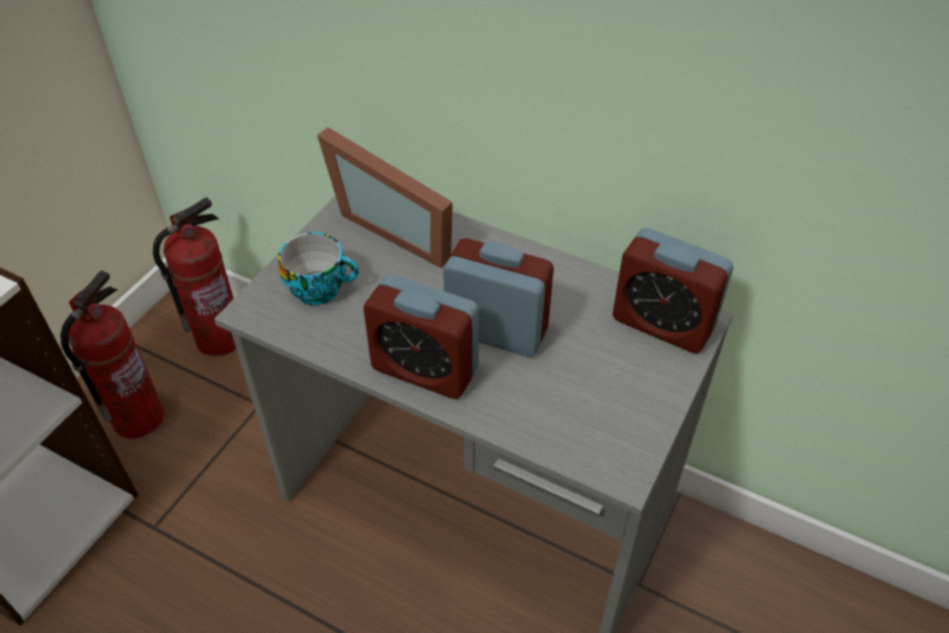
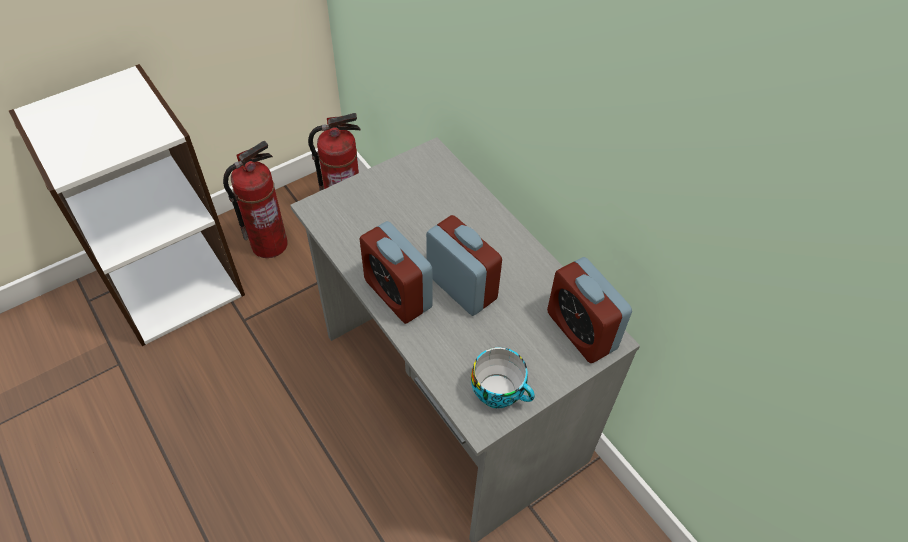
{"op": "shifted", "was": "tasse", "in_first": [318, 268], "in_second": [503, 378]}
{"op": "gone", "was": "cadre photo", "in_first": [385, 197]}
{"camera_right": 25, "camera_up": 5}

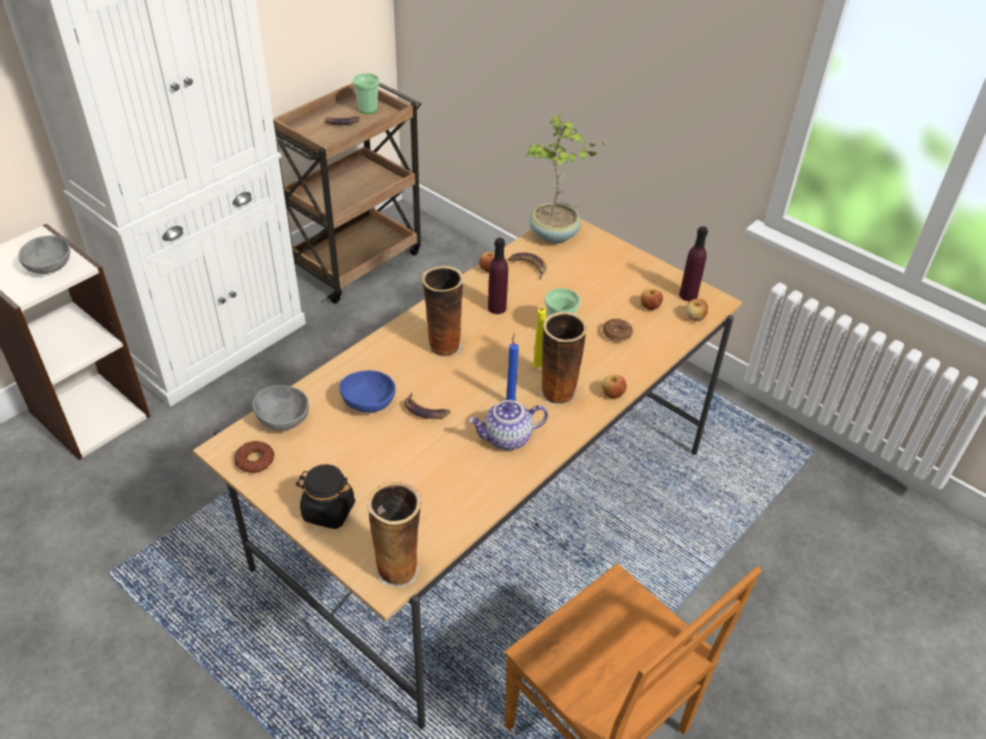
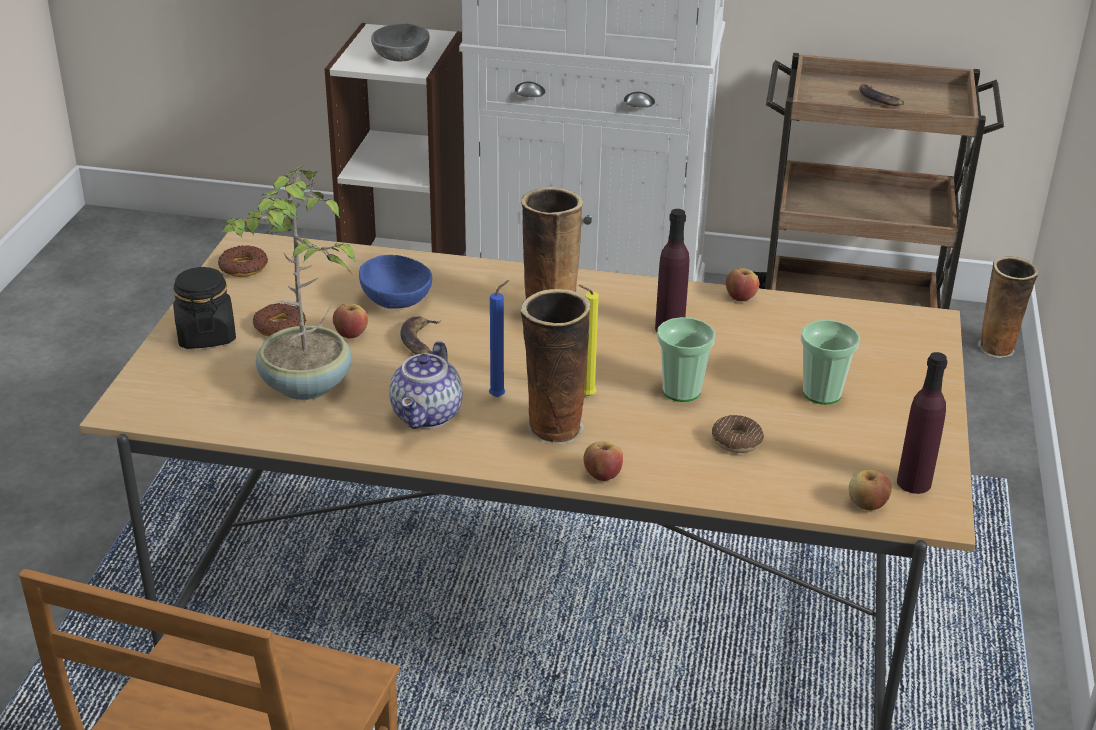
{"op": "shifted", "was": "plante en pot", "in_first": [565, 179], "in_second": [288, 282]}
{"op": "new", "now": "beignet", "in_second": [279, 320]}
{"op": "shifted", "was": "pomme", "in_first": [651, 299], "in_second": [350, 321]}
{"op": "rotated", "was": "théière", "in_first": [508, 425], "in_second": [426, 385], "clockwise": -120}
{"op": "shifted", "was": "tasse", "in_first": [366, 93], "in_second": [830, 362]}
{"op": "shifted", "was": "vase", "in_first": [394, 535], "in_second": [1008, 307]}
{"op": "gone", "was": "bol [gris]", "in_first": [280, 408]}
{"op": "gone", "was": "banane", "in_first": [527, 266]}
{"camera_right": 60, "camera_up": -10}

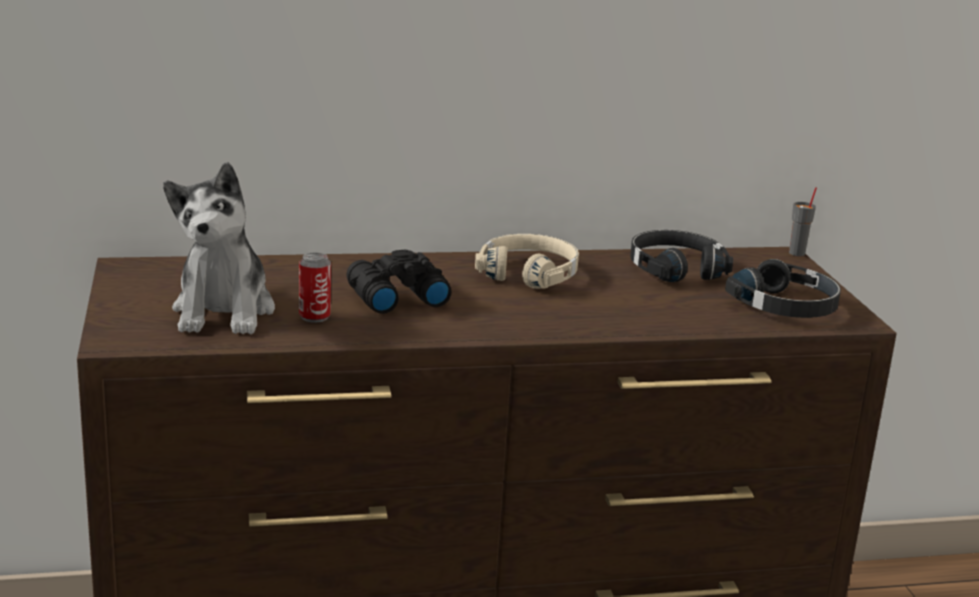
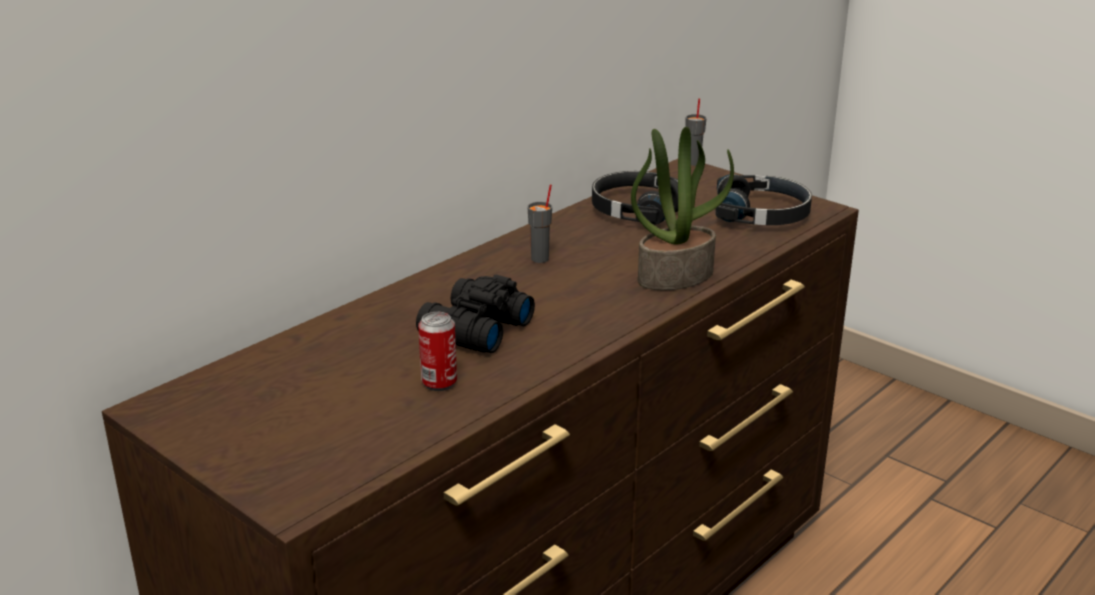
{"op": "swapped", "was": "casque audio [beige]", "now": "tasse [gris]", "in_first": [527, 261], "in_second": [539, 224]}
{"op": "new", "now": "plante en pot", "in_second": [682, 208]}
{"op": "gone", "was": "peluche", "in_first": [219, 248]}
{"camera_right": -35, "camera_up": 5}

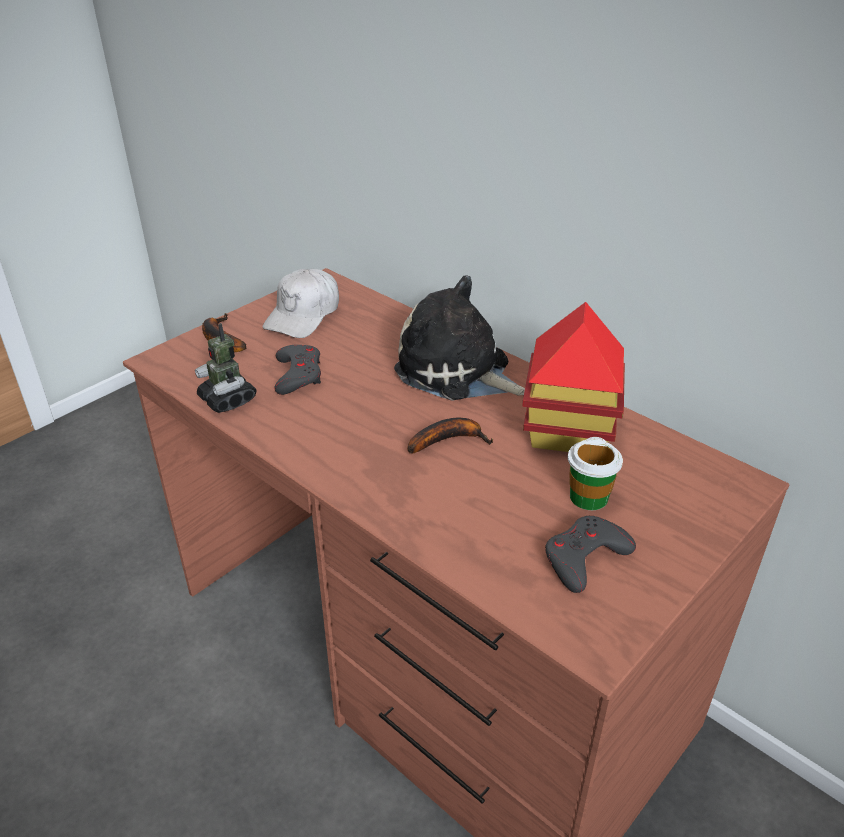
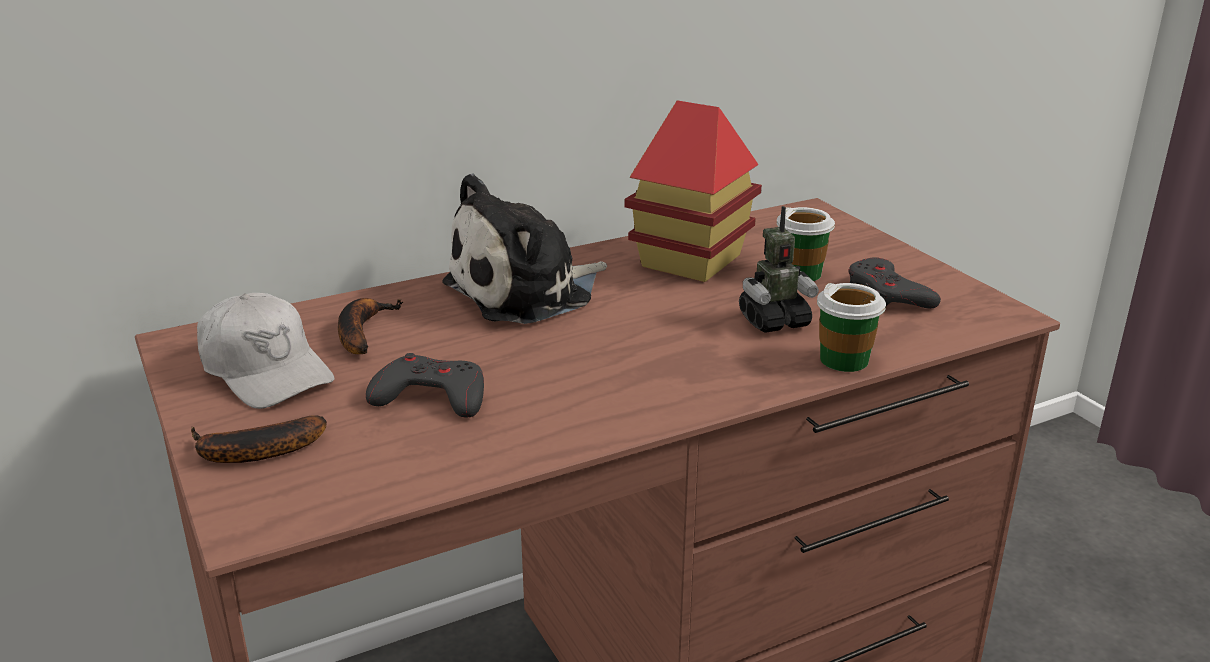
{"op": "shifted", "was": "banane", "in_first": [450, 435], "in_second": [370, 326]}
{"op": "shifted", "was": "robot jouet", "in_first": [225, 368], "in_second": [779, 269]}
{"op": "new", "now": "tasse", "in_second": [851, 327]}
{"camera_right": -70, "camera_up": -10}

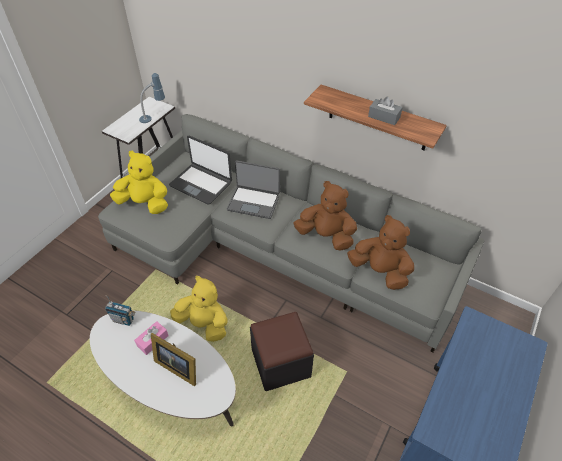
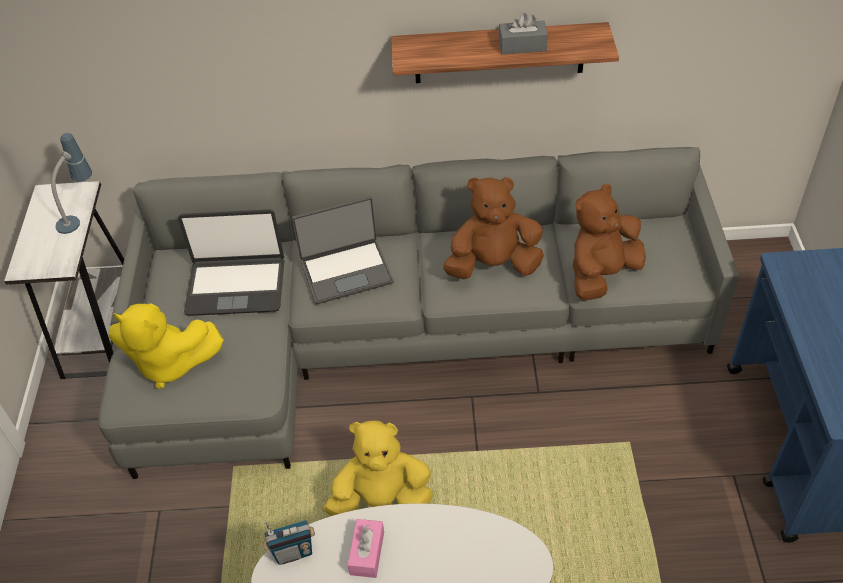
{"op": "rotated", "was": "peluche [jaune]", "in_first": [139, 182], "in_second": [166, 346], "clockwise": -150}
{"op": "rotated", "was": "peluche [marron]", "in_first": [380, 252], "in_second": [609, 242], "clockwise": -45}
{"op": "gone", "was": "cadre photo", "in_first": [173, 359]}
{"op": "gone", "was": "pouf [noir]", "in_first": [282, 351]}
{"camera_right": -30, "camera_up": 0}

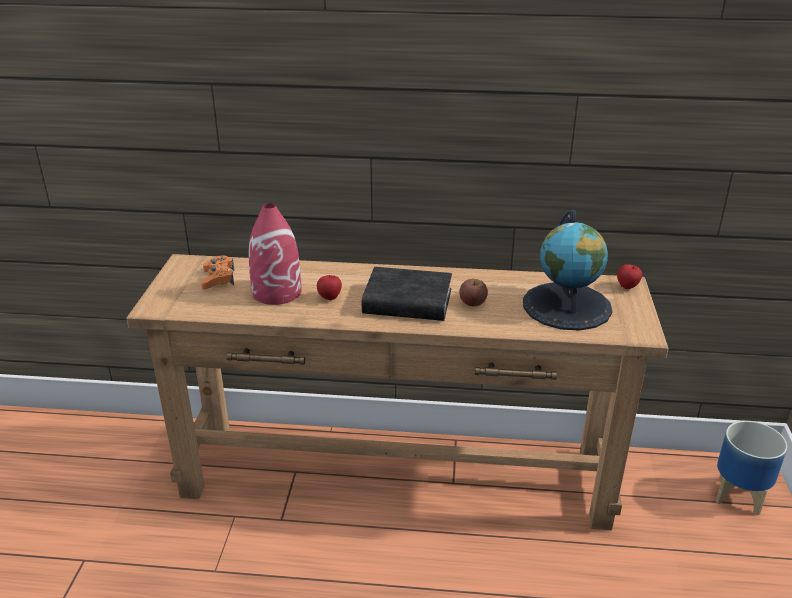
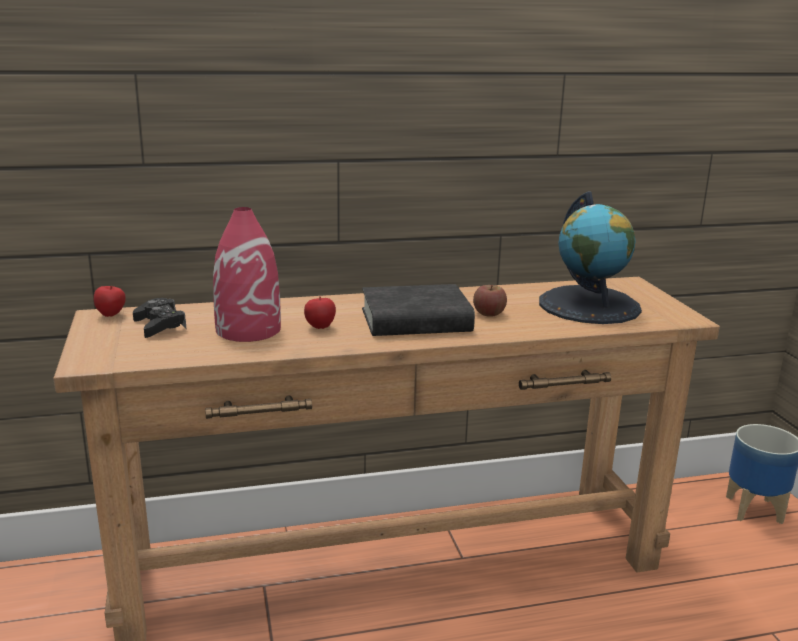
{"op": "shifted", "was": "pomme", "in_first": [629, 276], "in_second": [110, 301]}
{"op": "repainted", "was": "manette [orange]", "now": "manette [noir]", "in_first": [217, 273], "in_second": [160, 318]}
{"camera_right": -20, "camera_up": -10}

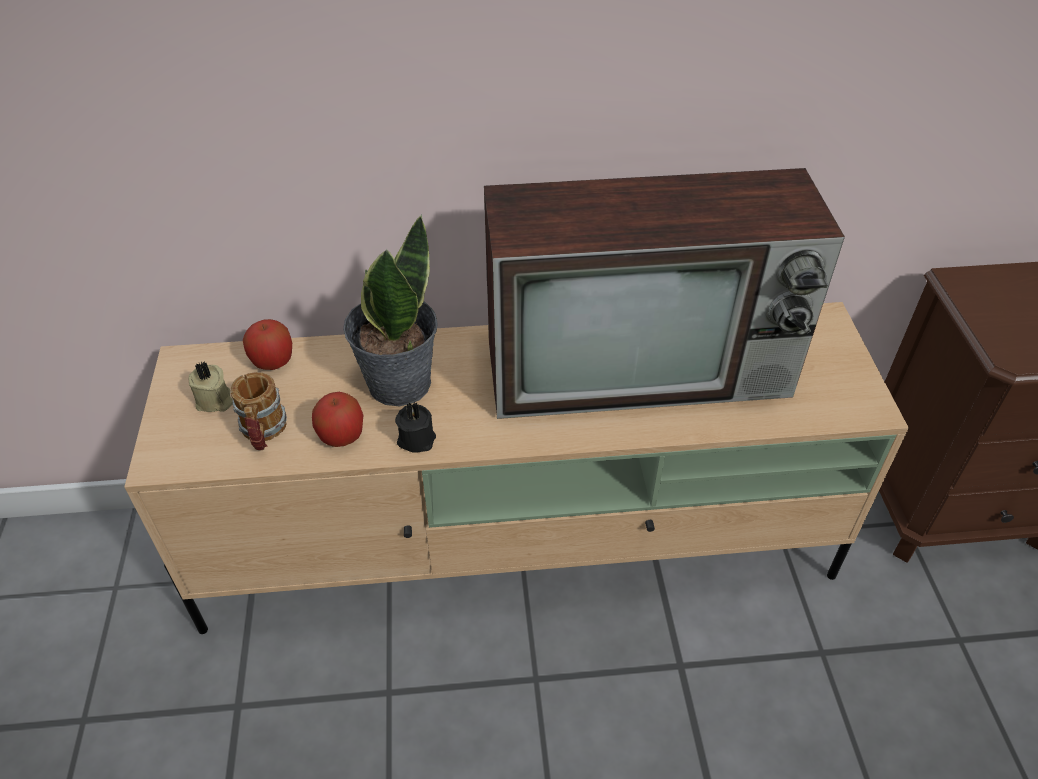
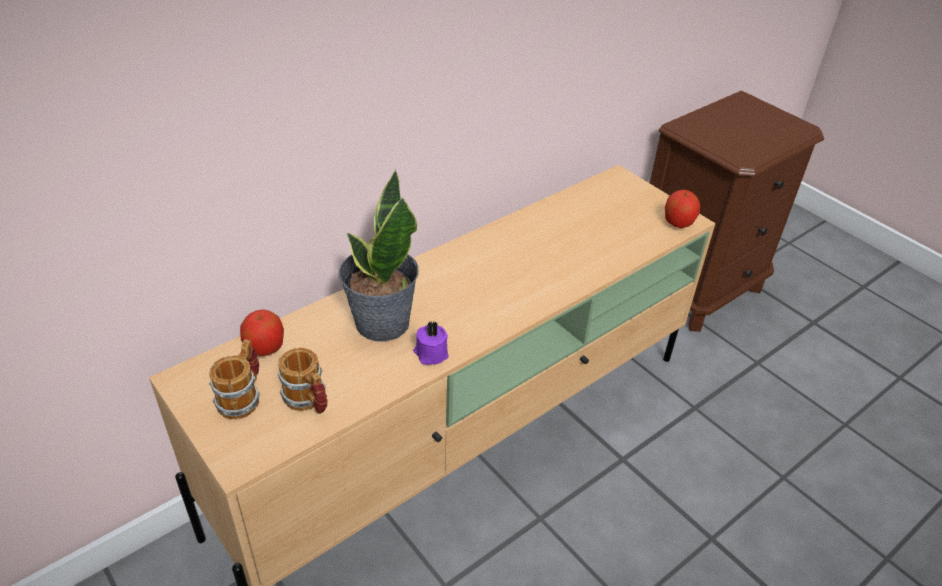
{"op": "swapped", "was": "bougie [beige]", "now": "mug", "in_first": [211, 386], "in_second": [234, 379]}
{"op": "repainted", "was": "bougie [noir]", "now": "bougie [violet]", "in_first": [415, 427], "in_second": [431, 343]}
{"op": "shifted", "was": "pomme", "in_first": [337, 419], "in_second": [682, 209]}
{"op": "gone", "was": "téléviseur", "in_first": [664, 293]}
{"camera_right": -35, "camera_up": -5}

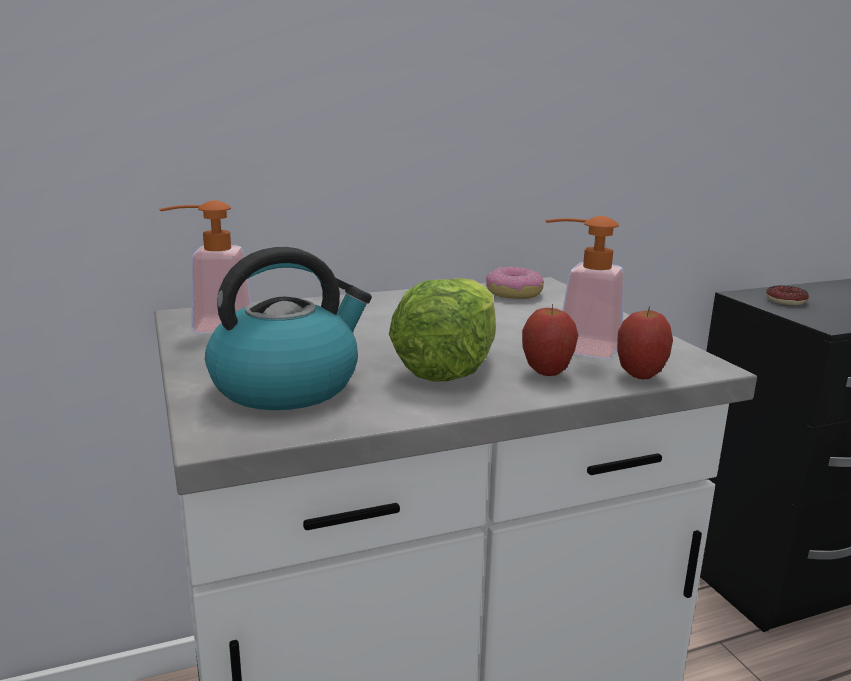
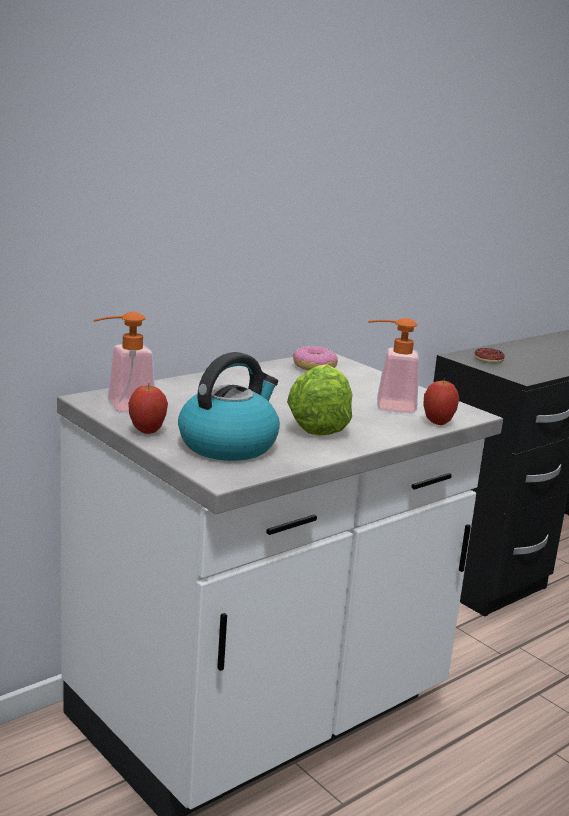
{"op": "shifted", "was": "pomme", "in_first": [550, 340], "in_second": [148, 410]}
{"camera_right": -20, "camera_up": 0}

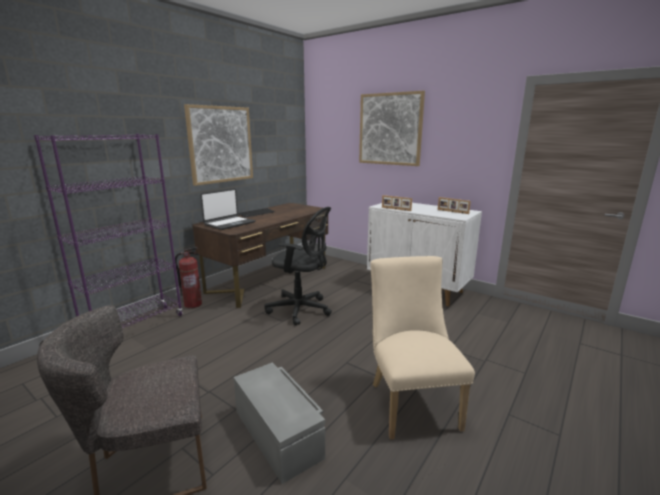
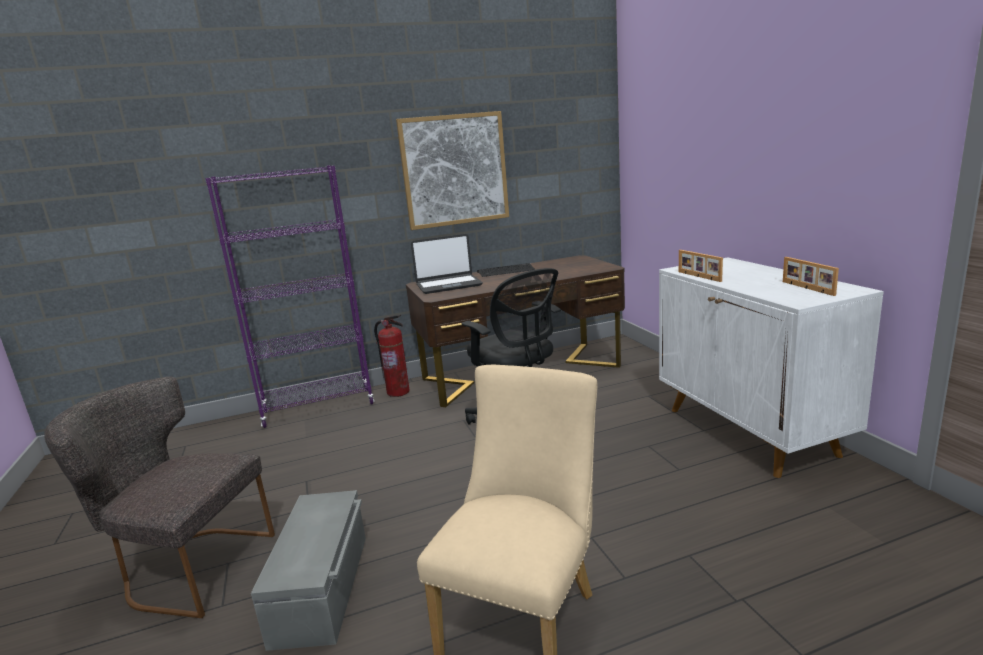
{"op": "gone", "was": "tableau", "in_first": [392, 128]}
{"camera_right": 35, "camera_up": 0}

